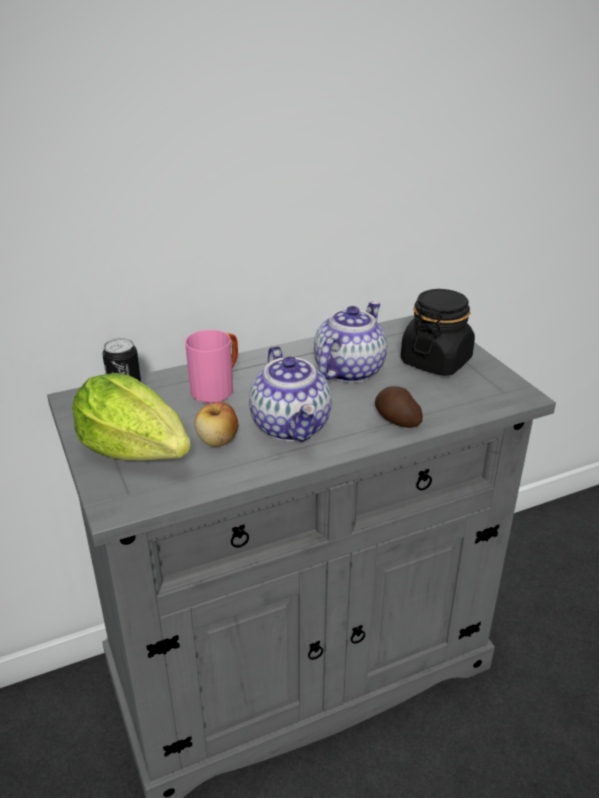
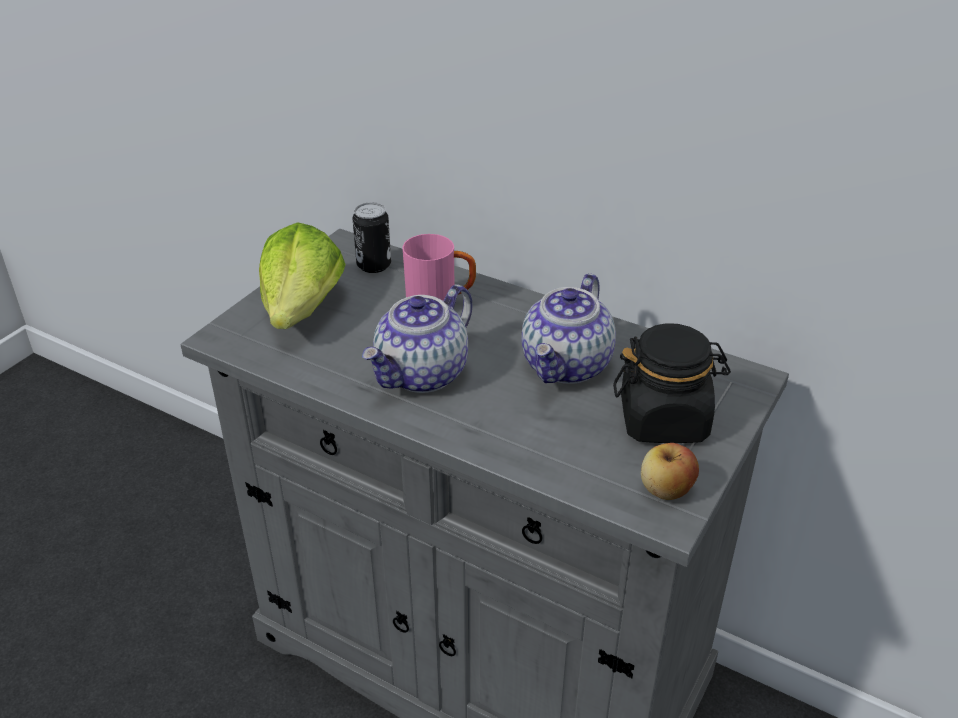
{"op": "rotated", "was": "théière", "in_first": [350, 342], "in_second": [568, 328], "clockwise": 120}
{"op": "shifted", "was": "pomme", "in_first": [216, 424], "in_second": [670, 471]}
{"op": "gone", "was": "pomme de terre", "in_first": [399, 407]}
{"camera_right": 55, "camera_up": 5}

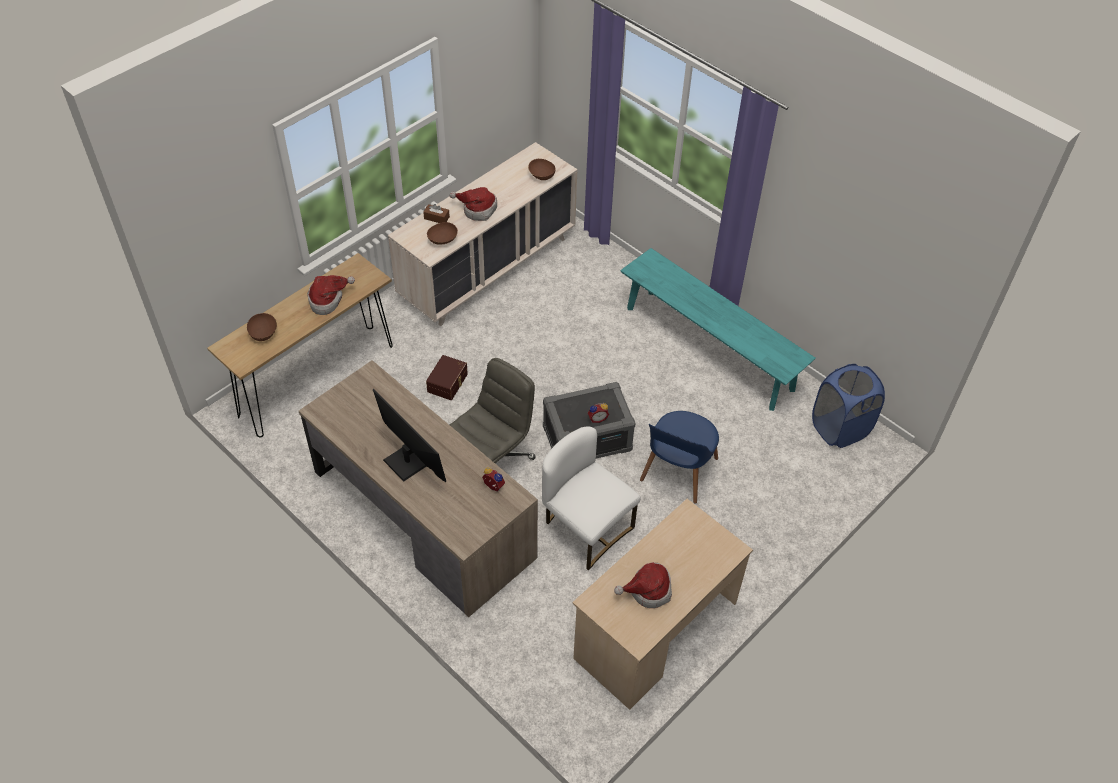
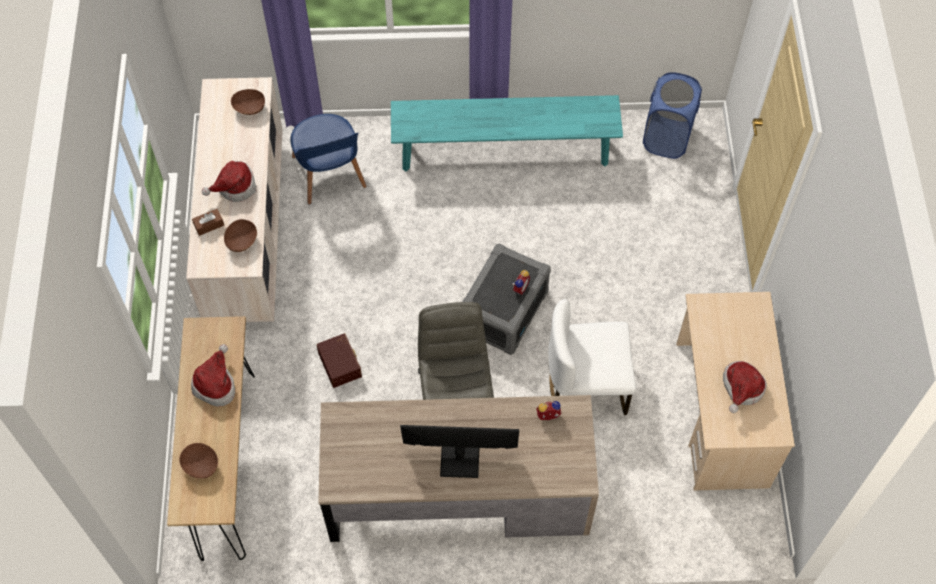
{"op": "shifted", "was": "chaise [bleu]", "in_first": [679, 457], "in_second": [328, 159]}
{"camera_right": -45, "camera_up": 10}

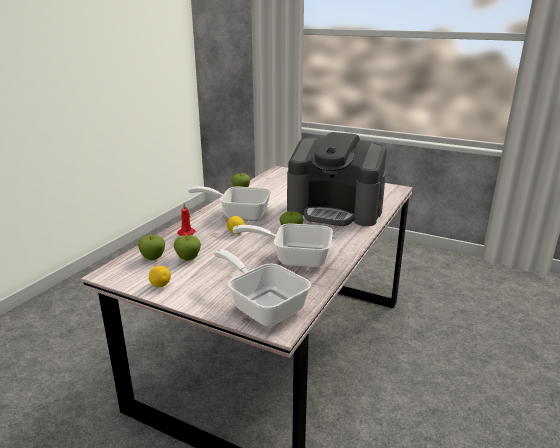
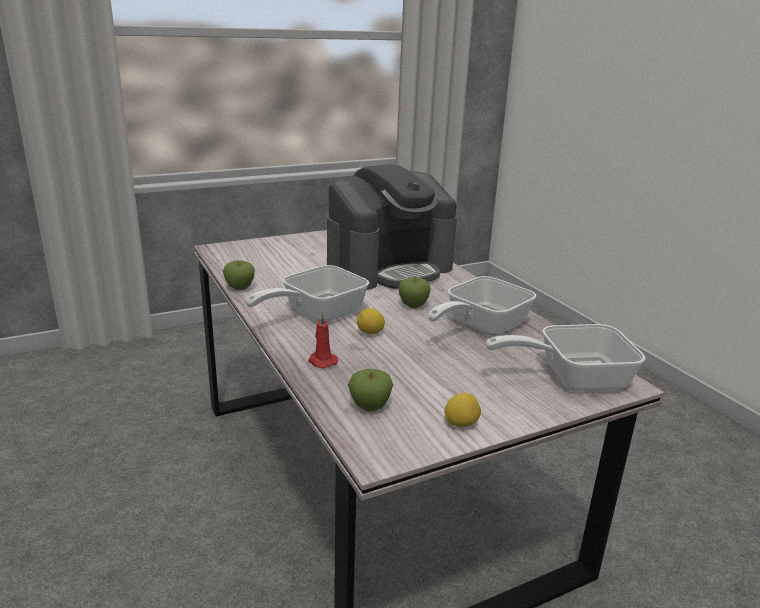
{"op": "gone", "was": "pomme", "in_first": [187, 248]}
{"camera_right": -55, "camera_up": 0}

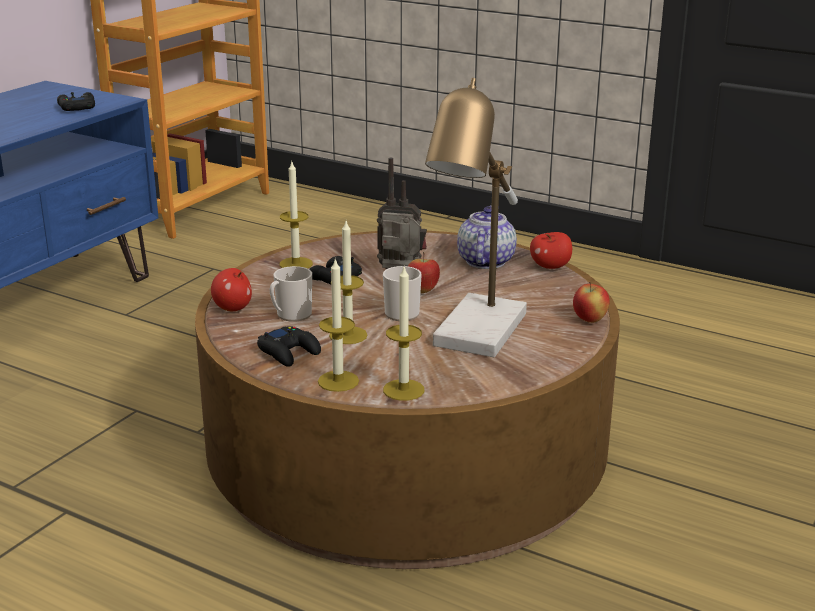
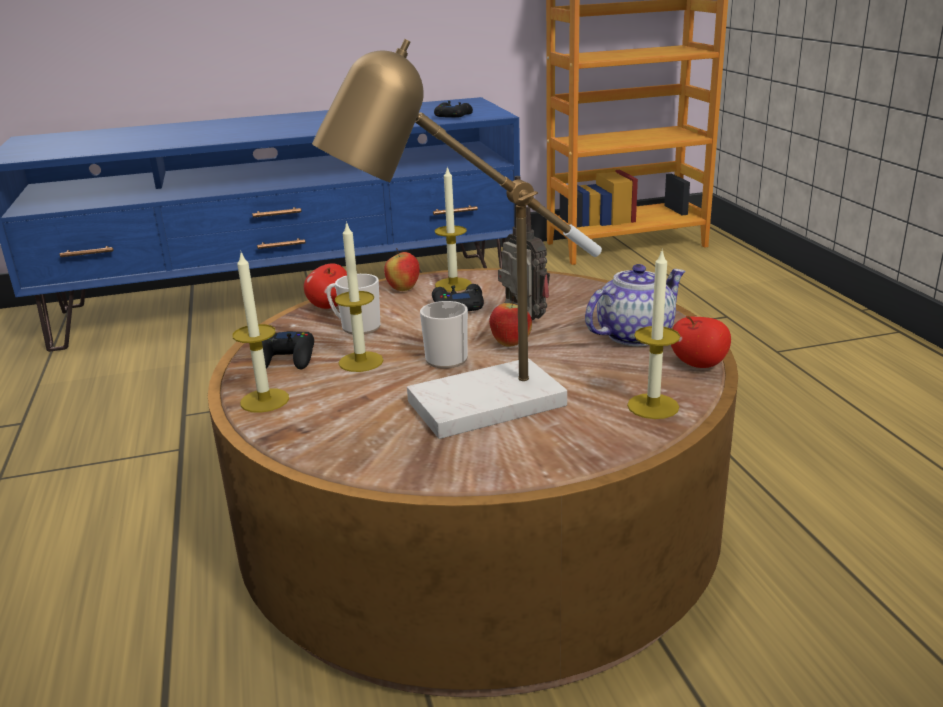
{"op": "shifted", "was": "pomme", "in_first": [591, 302], "in_second": [402, 269]}
{"op": "shifted", "was": "bougie", "in_first": [404, 334], "in_second": [653, 333]}
{"camera_right": 45, "camera_up": 0}

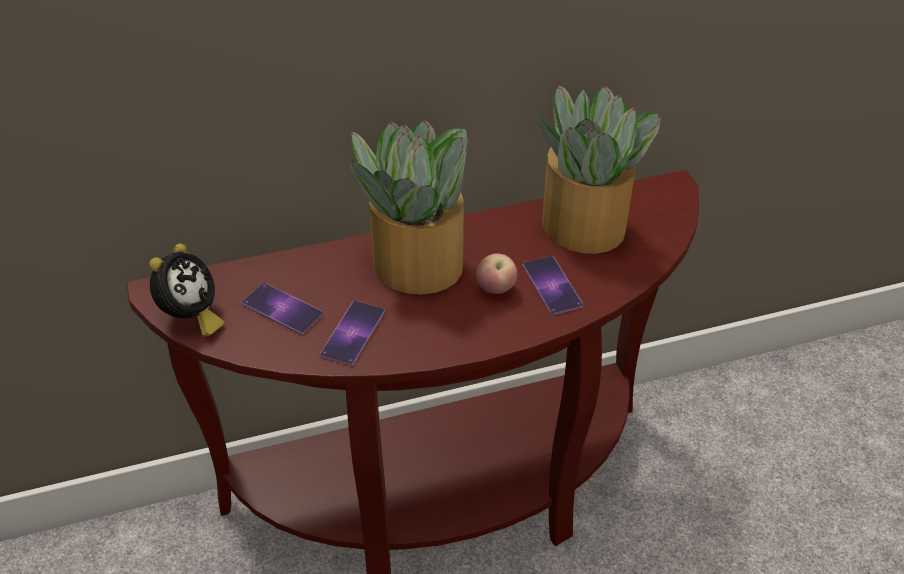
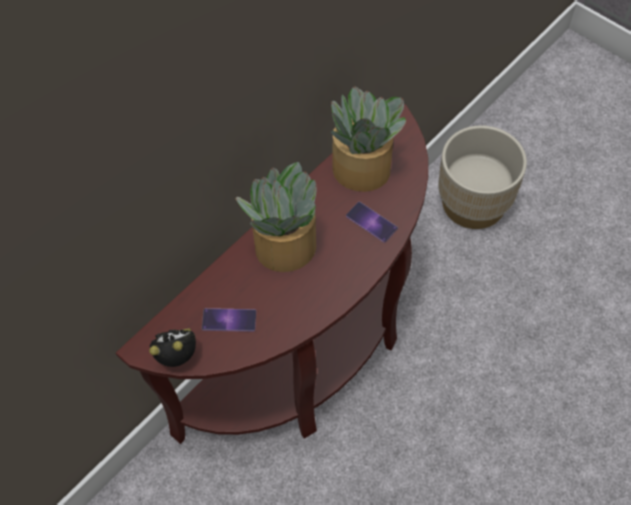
{"op": "rotated", "was": "réveil", "in_first": [186, 290], "in_second": [172, 347], "clockwise": -90}
{"op": "new", "now": "cache-pot [beige]", "in_second": [482, 177]}
{"op": "gone", "was": "téléphone", "in_first": [352, 333]}
{"op": "gone", "was": "pomme", "in_first": [496, 273]}
{"camera_right": -30, "camera_up": 15}

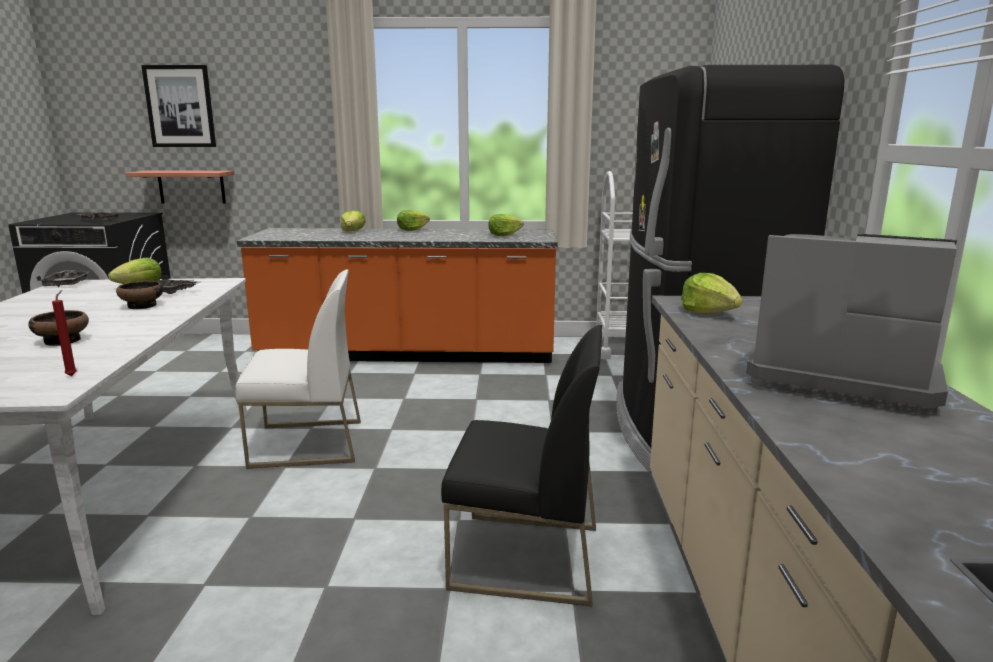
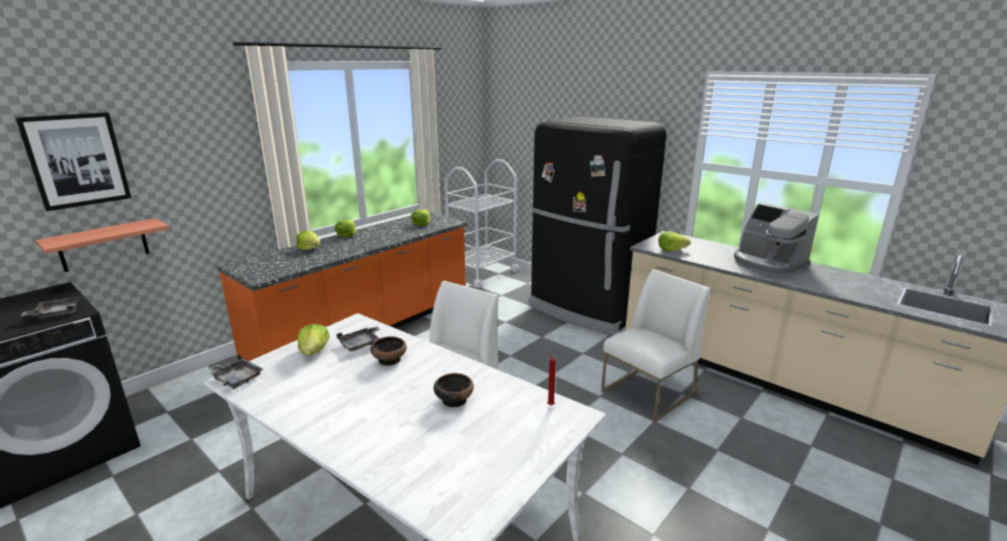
{"op": "repainted", "was": "chaise [noir]", "now": "chaise [blanc]", "in_first": [521, 465], "in_second": [655, 345]}
{"op": "rotated", "was": "machine à café", "in_first": [851, 324], "in_second": [776, 239], "clockwise": -105}
{"camera_right": -50, "camera_up": 5}

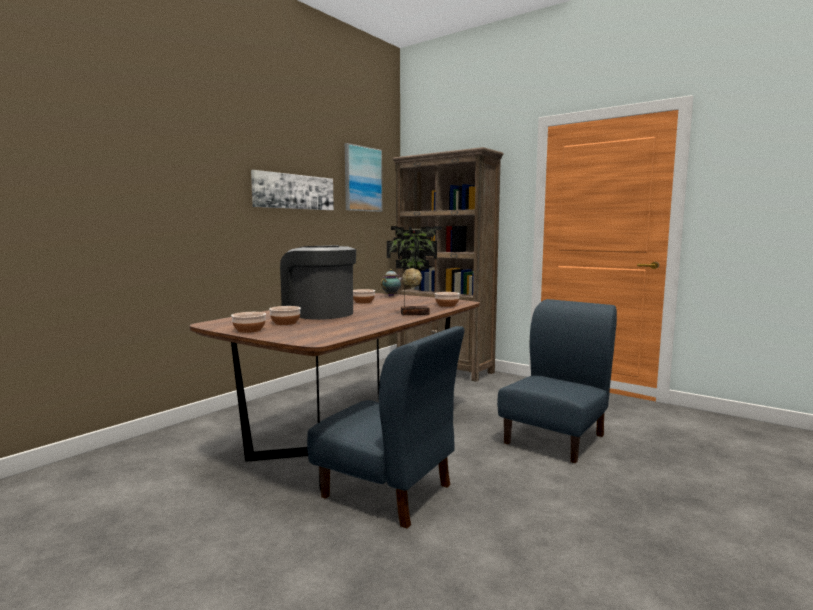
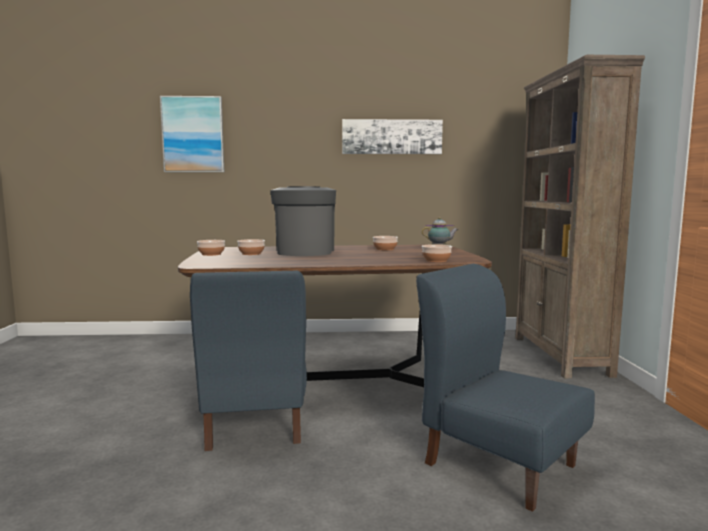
{"op": "shifted", "was": "tableau", "in_first": [363, 177], "in_second": [192, 134]}
{"op": "rotated", "was": "chaise [bleu]", "in_first": [557, 381], "in_second": [505, 388], "clockwise": -135}
{"op": "gone", "was": "plante en pot", "in_first": [414, 270]}
{"camera_right": 50, "camera_up": 0}

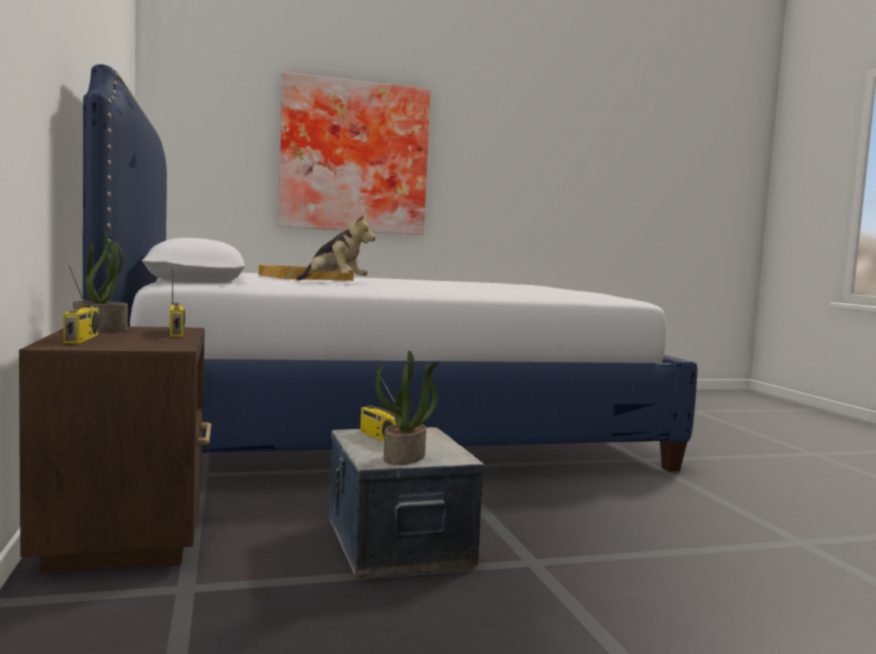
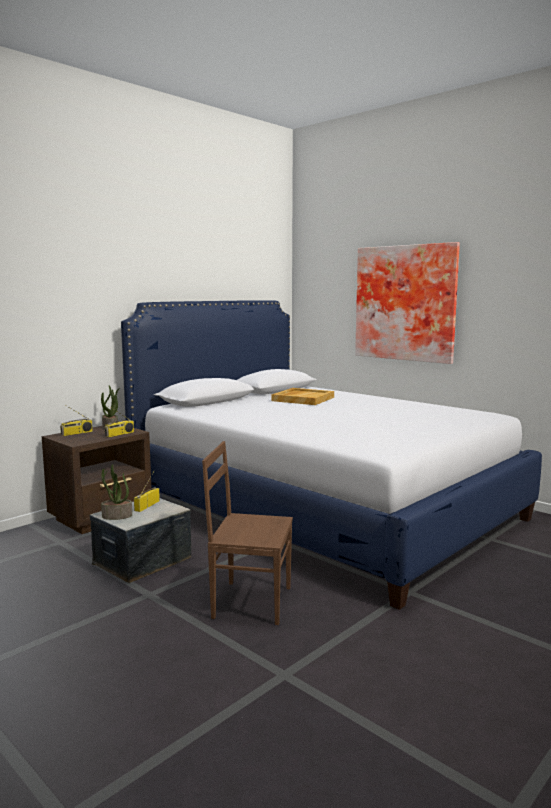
{"op": "new", "now": "chaise [marron]", "in_second": [247, 533]}
{"op": "gone", "was": "peluche", "in_first": [336, 247]}
{"camera_right": 60, "camera_up": 5}

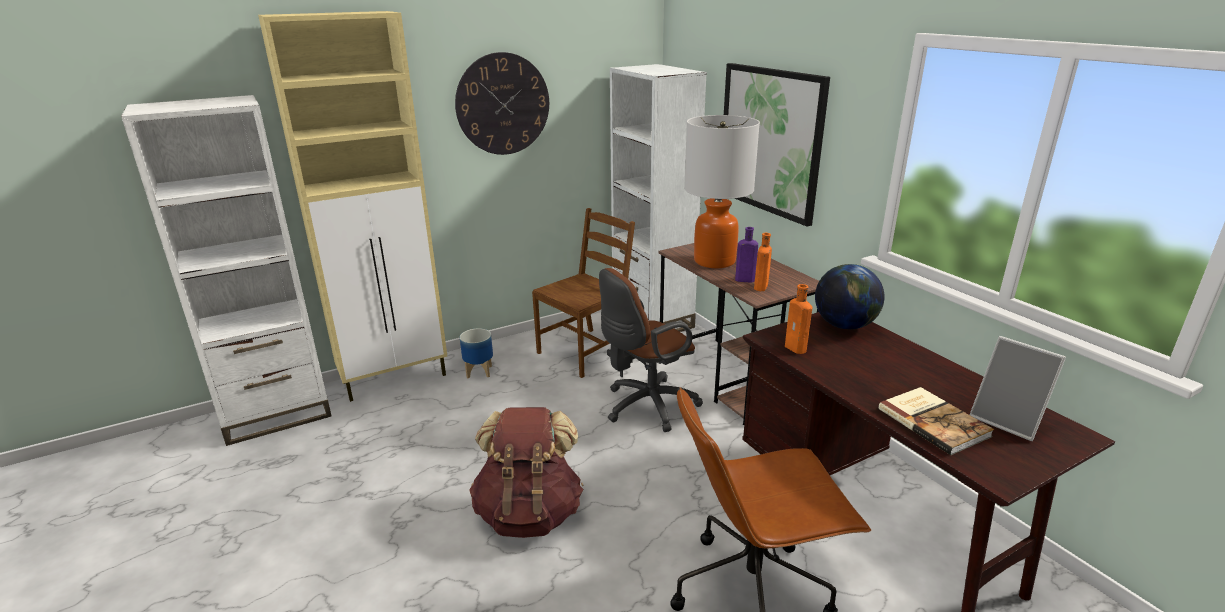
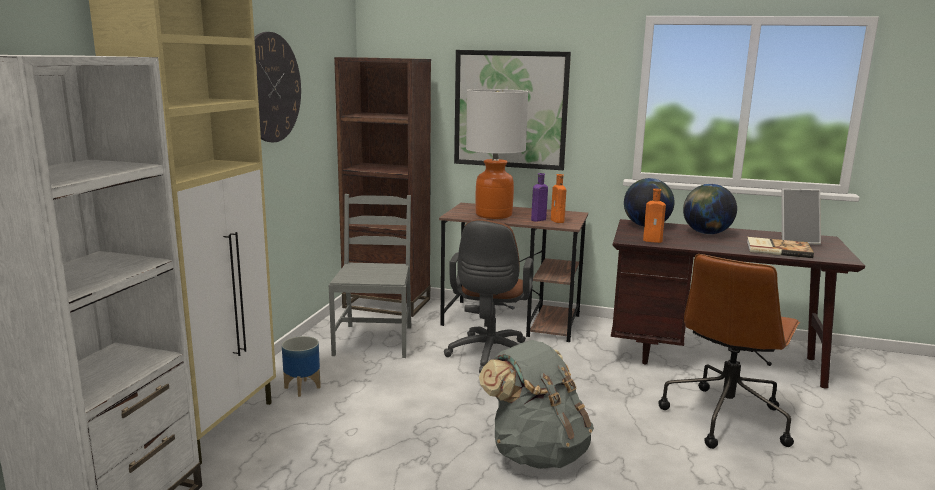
{"op": "repainted", "was": "chaise [marron]", "now": "chaise [gris]", "in_first": [583, 293], "in_second": [370, 276]}
{"op": "repainted", "was": "bibliothèque [blanc]", "now": "bibliothèque [marron]", "in_first": [658, 198], "in_second": [382, 187]}
{"op": "repainted", "was": "sac à dos [marron]", "now": "sac à dos [gris]", "in_first": [526, 472], "in_second": [536, 404]}
{"op": "new", "now": "globe", "in_second": [710, 209]}
{"camera_right": -45, "camera_up": -10}

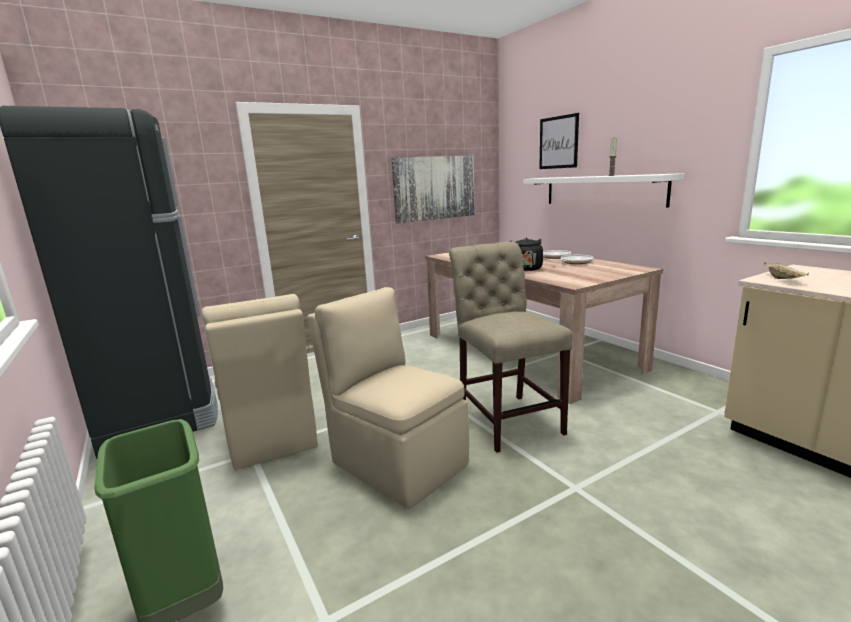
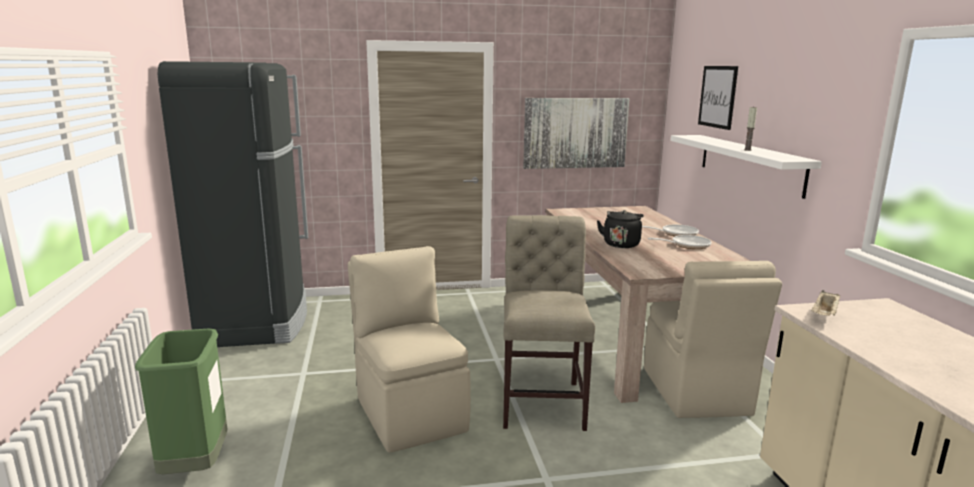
{"op": "shifted", "was": "chaise [beige]", "in_first": [260, 382], "in_second": [713, 339]}
{"camera_right": 20, "camera_up": 0}

